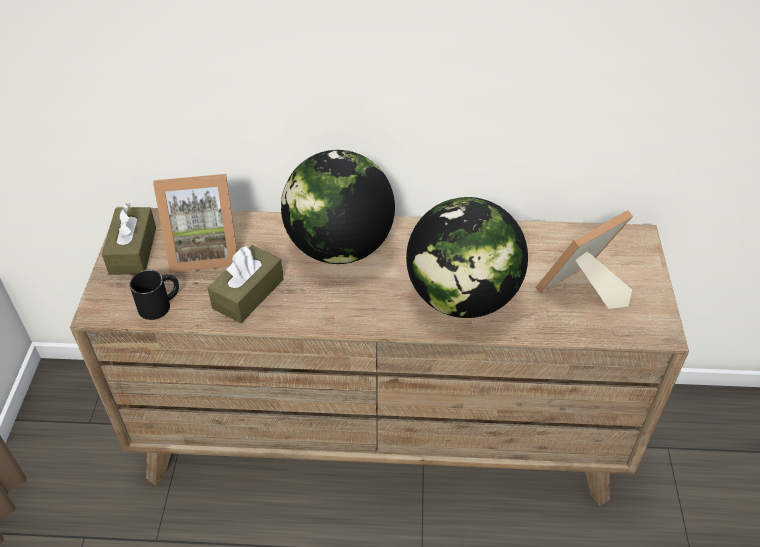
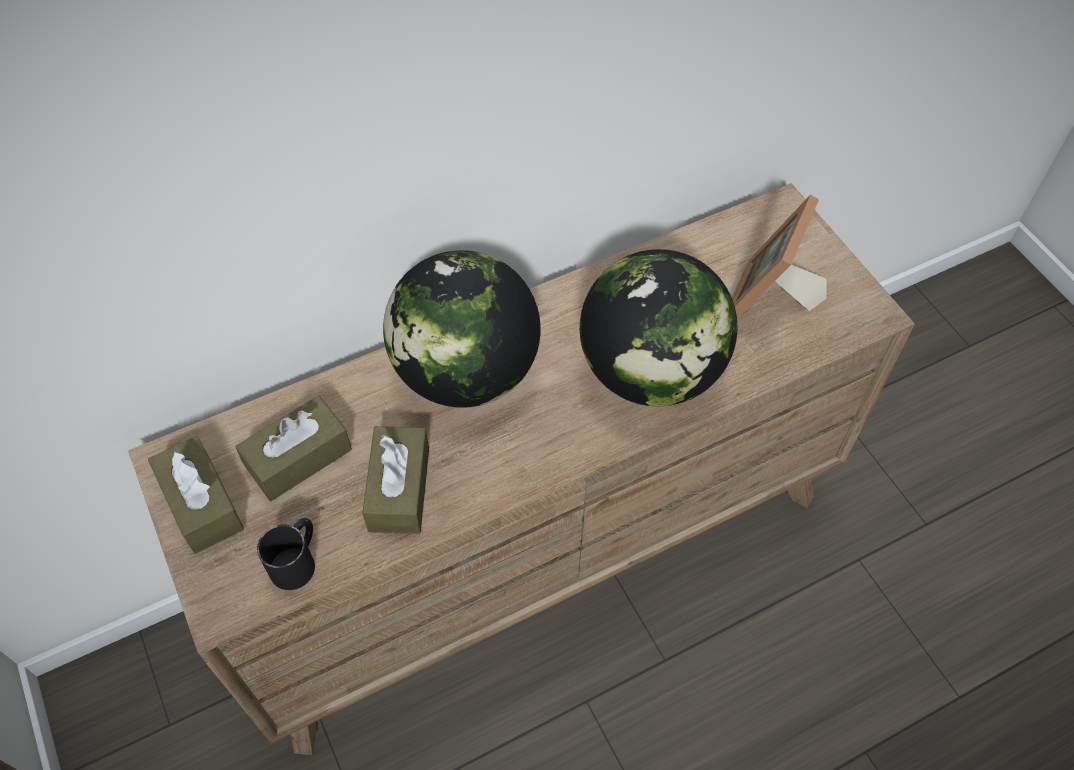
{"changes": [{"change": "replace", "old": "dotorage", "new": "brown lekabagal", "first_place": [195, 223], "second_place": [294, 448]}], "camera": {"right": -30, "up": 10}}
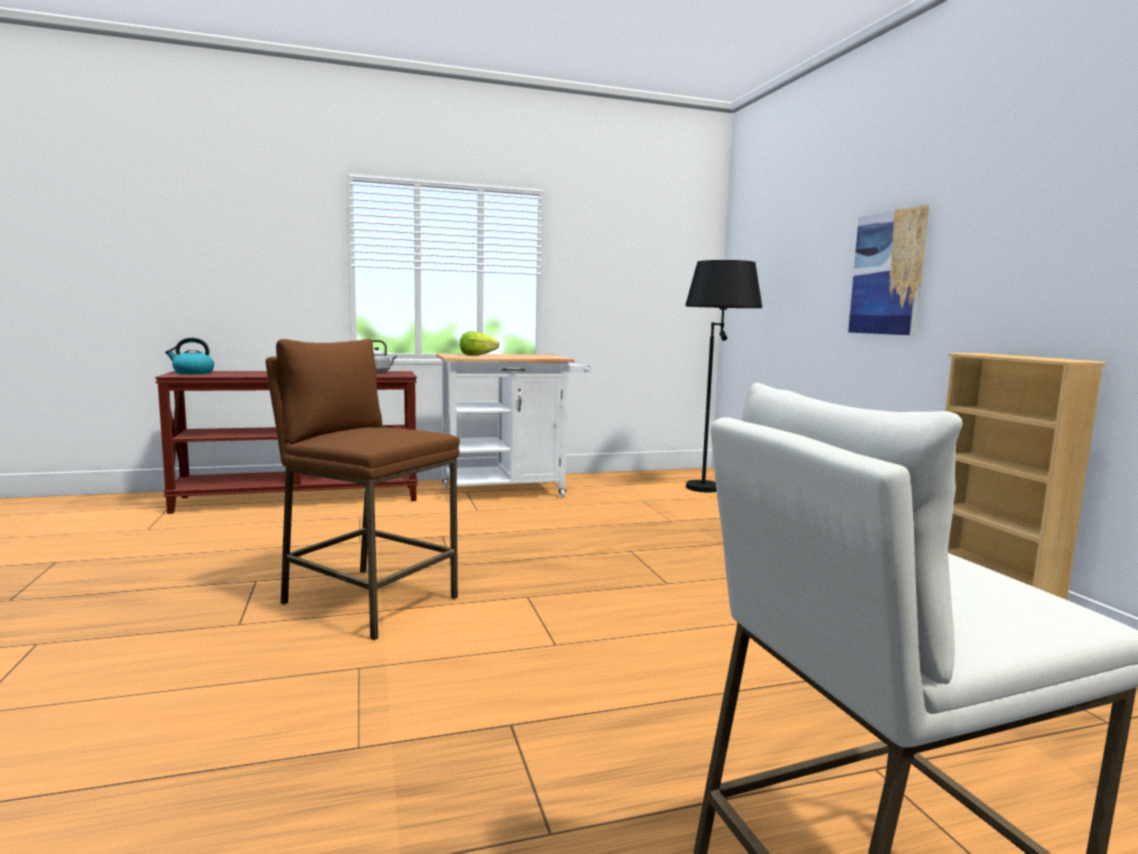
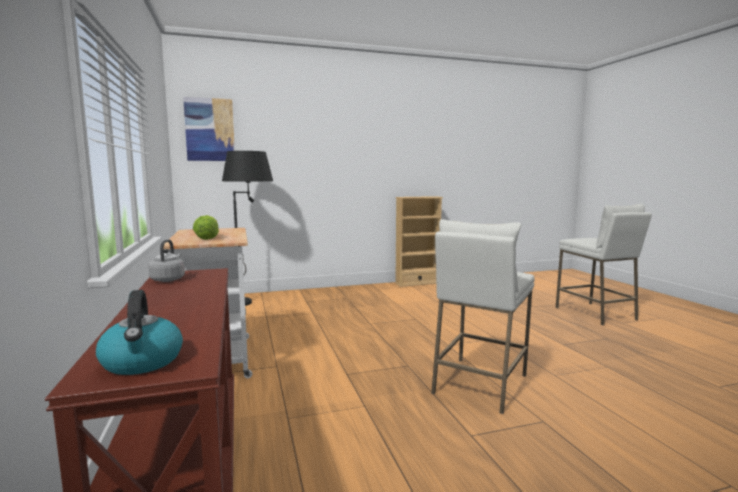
{"changes": [{"change": "move", "old": "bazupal", "first_place": [888, 269], "second_place": [209, 129]}, {"change": "recolor", "old": "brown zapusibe", "new": "white zapusibe", "first_place": [363, 489], "second_place": [482, 316]}], "camera": {"right": -90, "up": 0}}
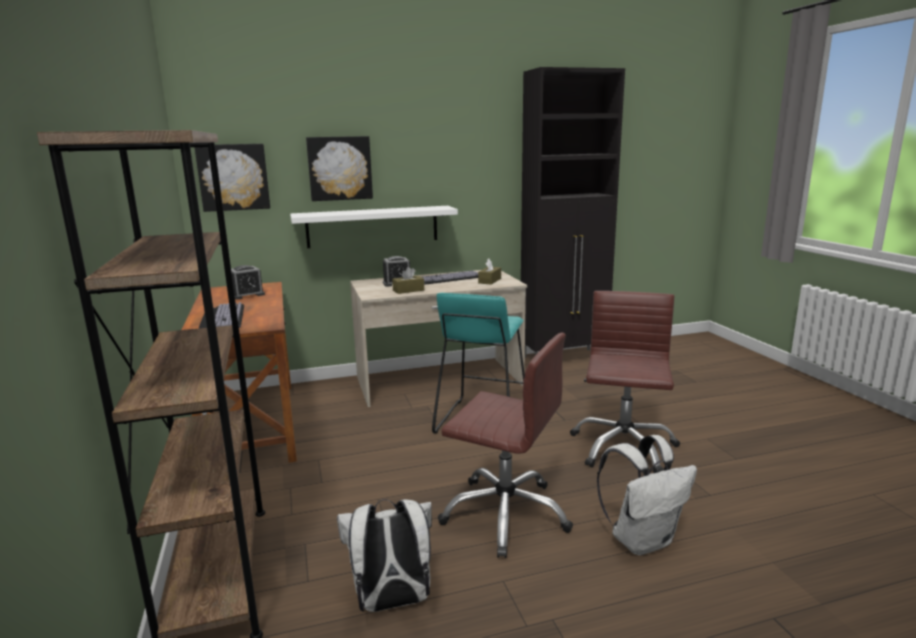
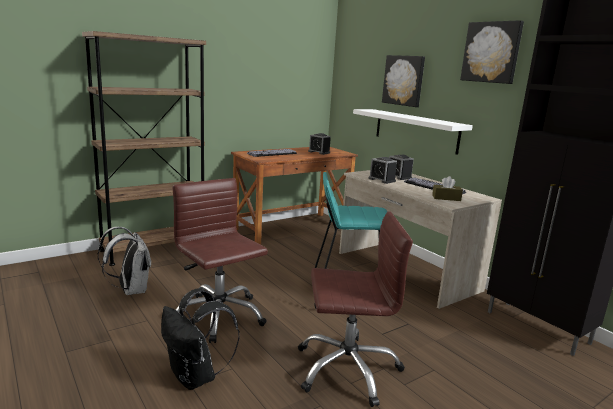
{"changes": [{"change": "move", "old": "bazupal", "first_place": [232, 178], "second_place": [492, 52]}, {"change": "replace", "old": "brown lekabagal", "new": "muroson", "first_place": [408, 280], "second_place": [382, 170]}, {"change": "rotate", "old": "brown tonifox", "first_place": [505, 445], "second_place": [220, 260], "degrees": 135}, {"change": "recolor", "old": "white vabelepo", "new": "black vabelepo", "first_place": [647, 495], "second_place": [200, 339]}], "camera": {"right": 70, "up": 0}}
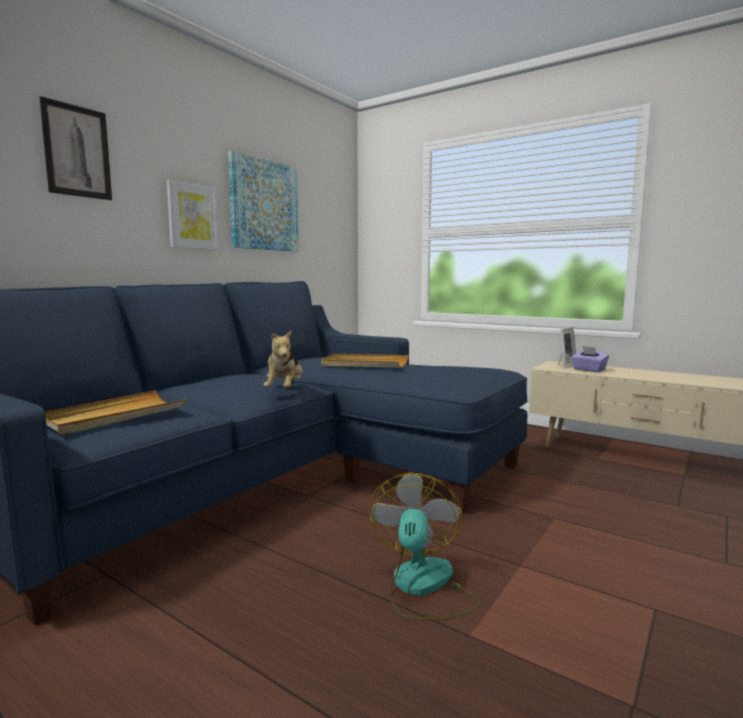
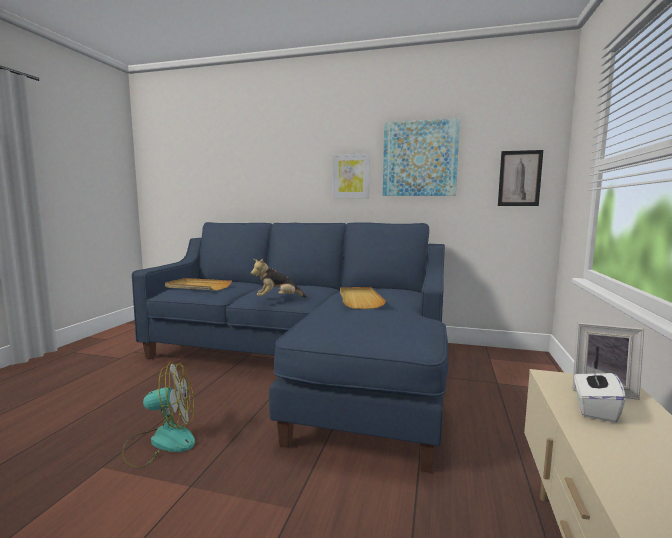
{"changes": [{"change": "move", "old": "bazupal", "first_place": [75, 148], "second_place": [520, 178]}, {"change": "recolor", "old": "purple lekabagal", "new": "white lekabagal", "first_place": [590, 359], "second_place": [600, 393]}], "camera": {"right": 70, "up": 0}}
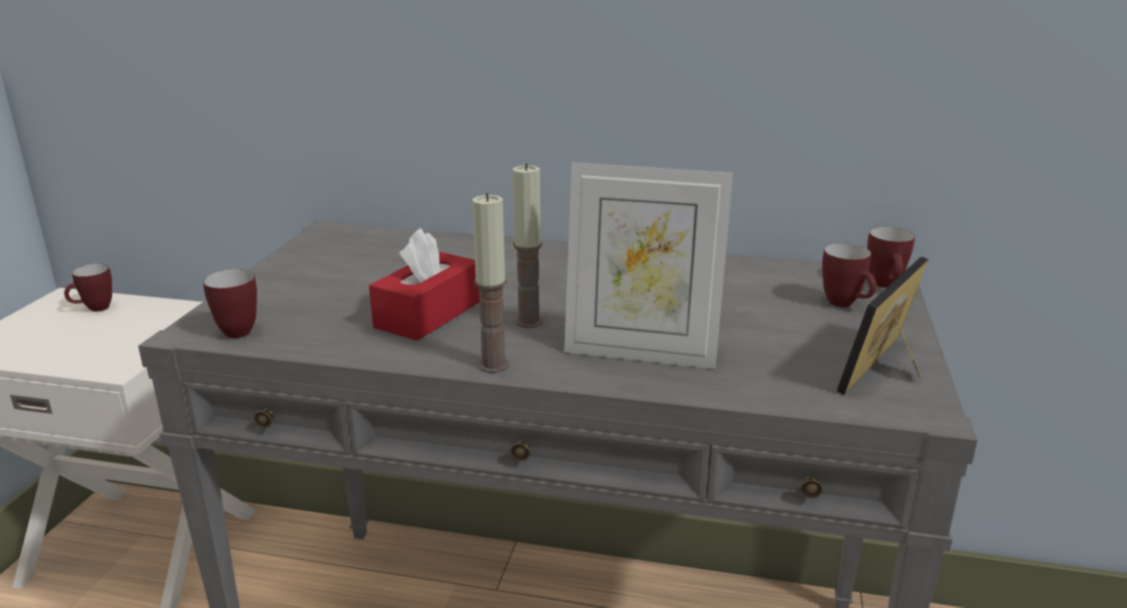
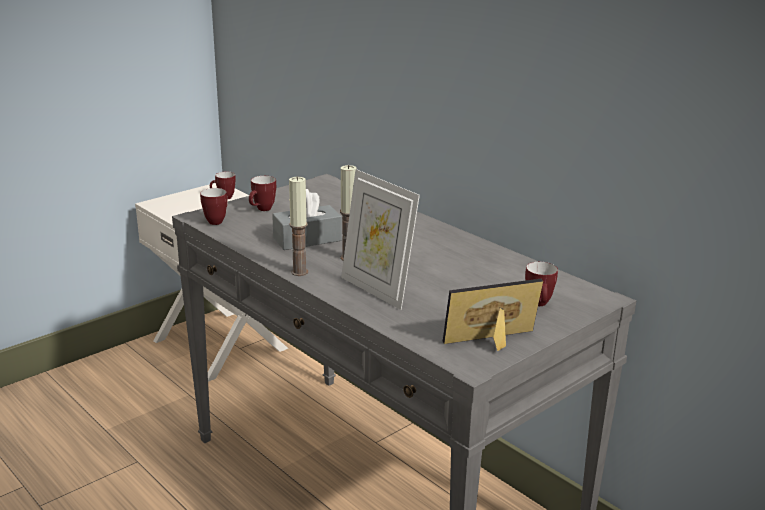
{"changes": [{"change": "move", "old": "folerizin", "first_place": [891, 257], "second_place": [262, 193]}, {"change": "recolor", "old": "red lekabagal", "new": "grey lekabagal", "first_place": [424, 284], "second_place": [307, 219]}], "camera": {"right": 35, "up": 0}}
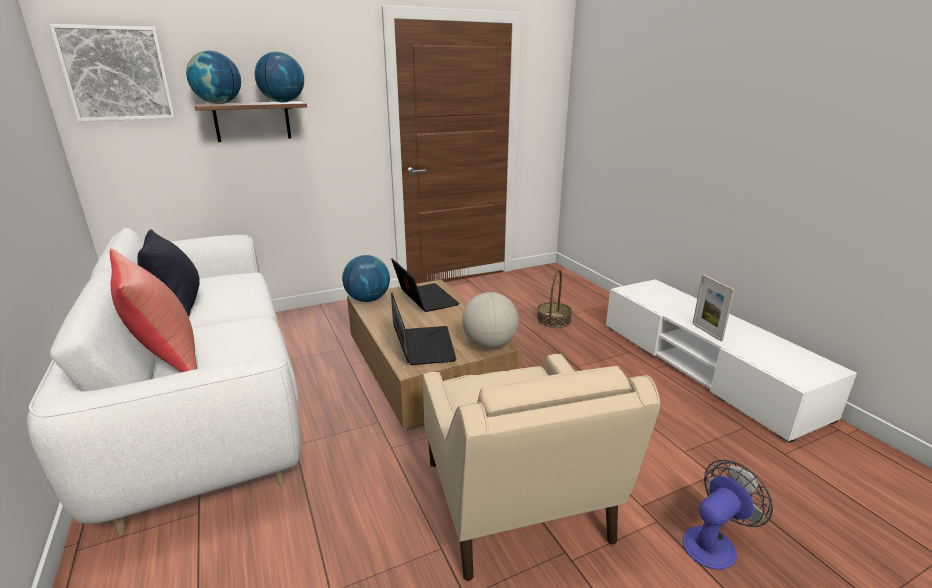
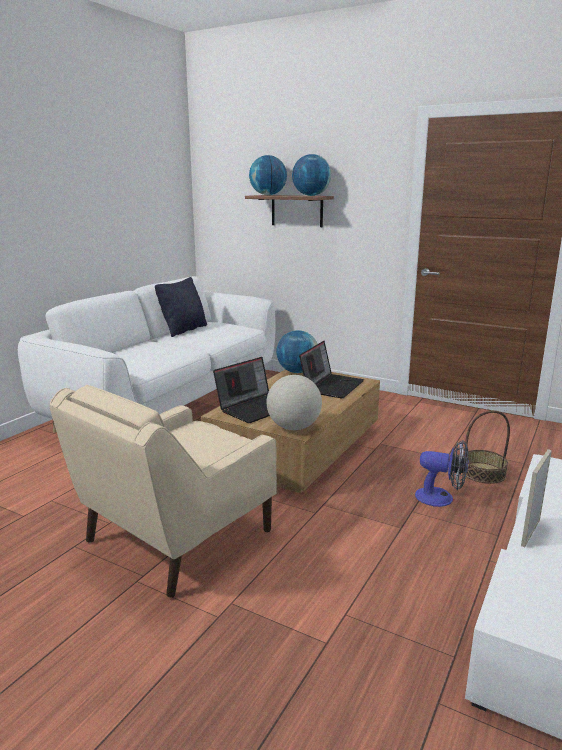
{"changes": [{"change": "delete", "old": "bazupal", "first_place": [112, 73]}, {"change": "delete", "old": "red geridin", "first_place": [153, 310]}, {"change": "move", "old": "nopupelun", "first_place": [728, 515], "second_place": [442, 473]}], "camera": {"right": 55, "up": -5}}
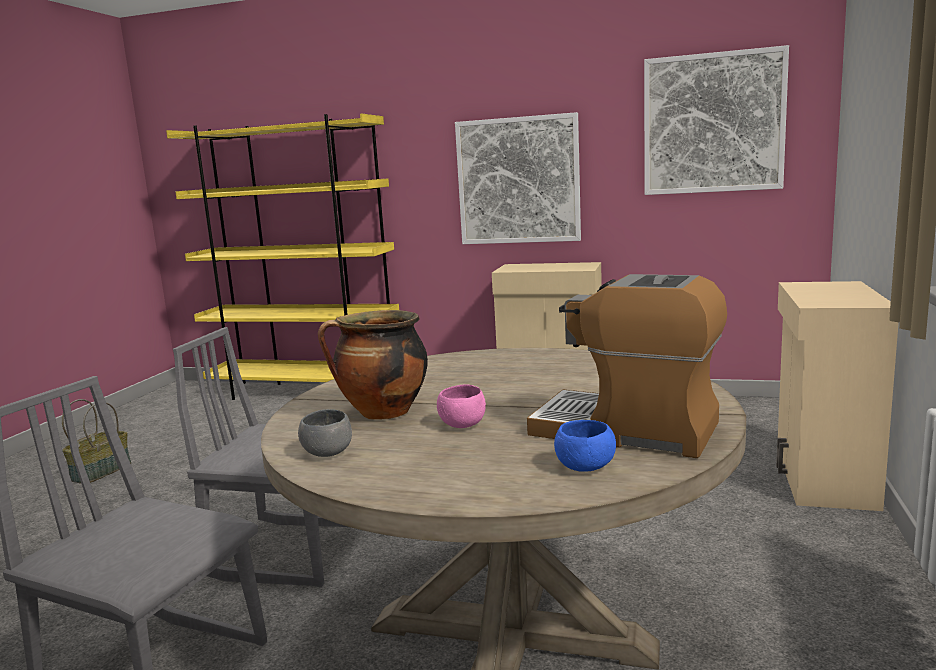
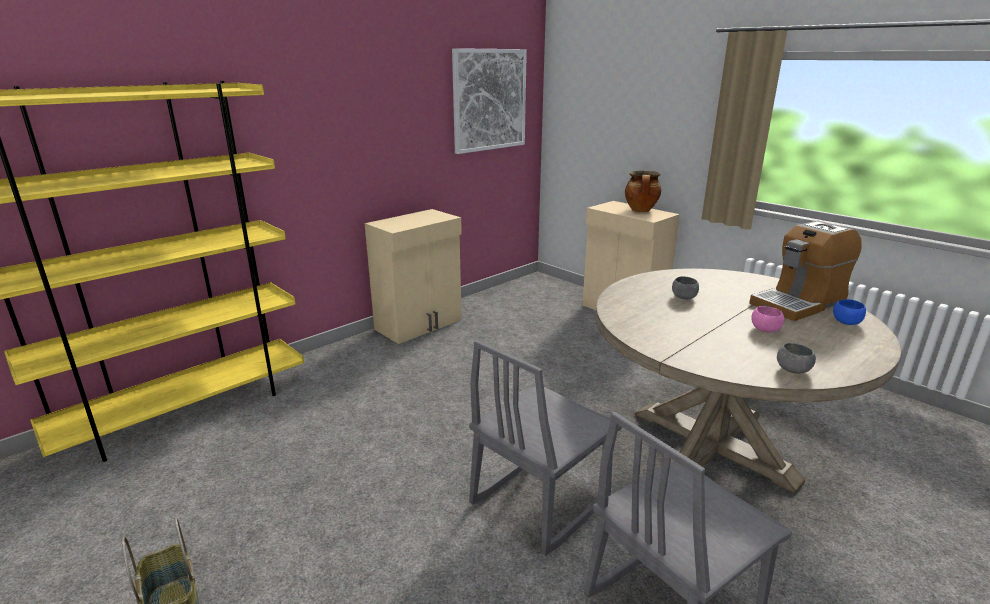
{"changes": [{"change": "delete", "old": "bazupal", "first_place": [518, 178]}, {"change": "move", "old": "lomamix", "first_place": [373, 365], "second_place": [643, 191]}, {"change": "insert", "new": "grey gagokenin", "second_place": [685, 287]}], "camera": {"right": -60, "up": 10}}
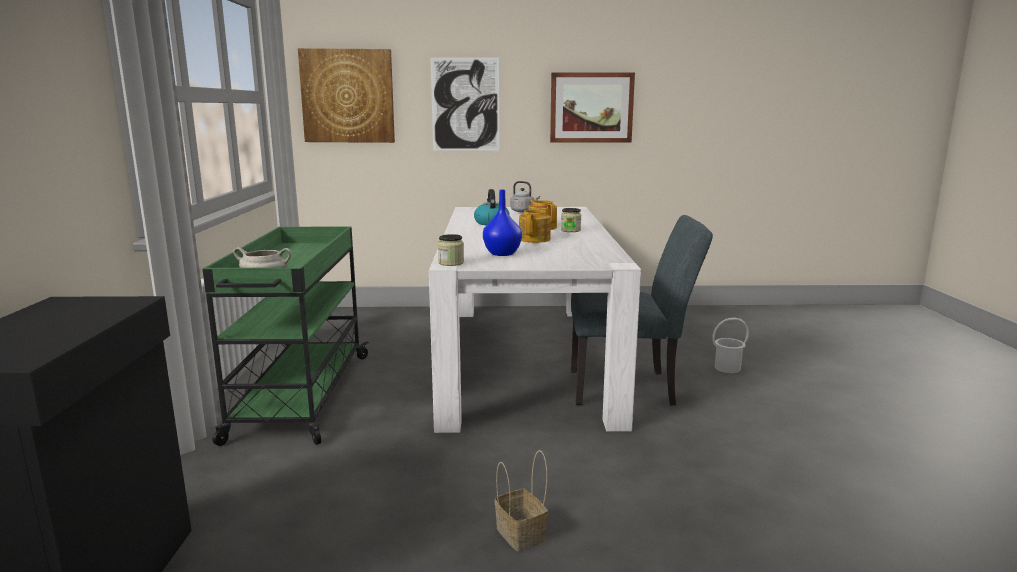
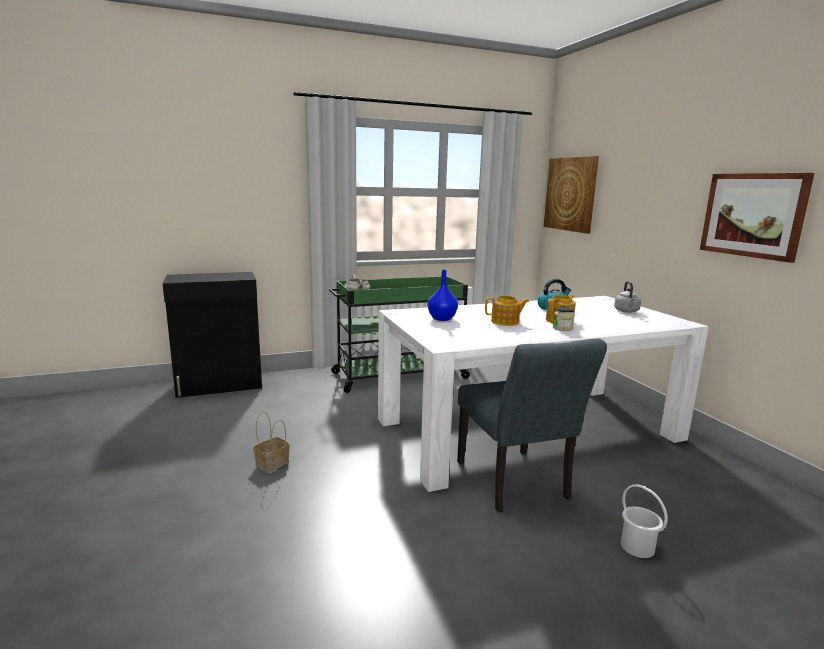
{"changes": [{"change": "delete", "old": "bazupal", "first_place": [464, 103]}, {"change": "delete", "old": "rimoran", "first_place": [451, 250]}], "camera": {"right": 70, "up": 0}}
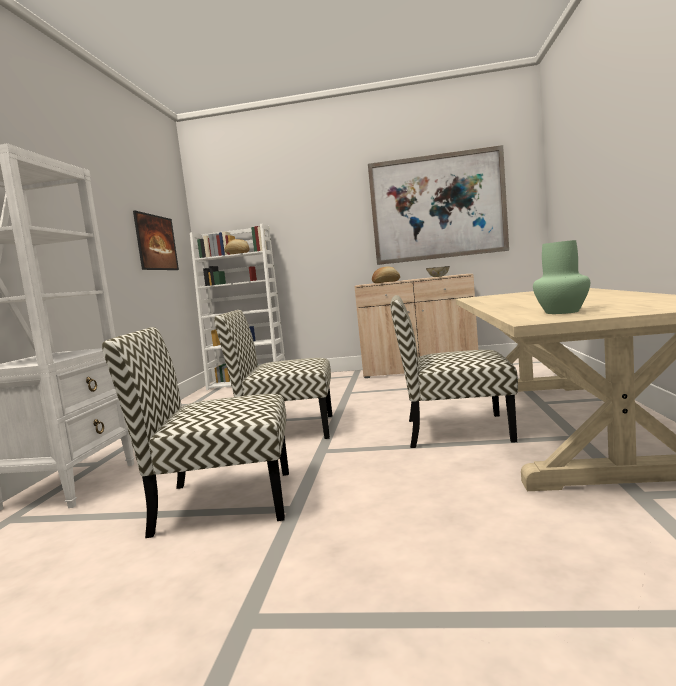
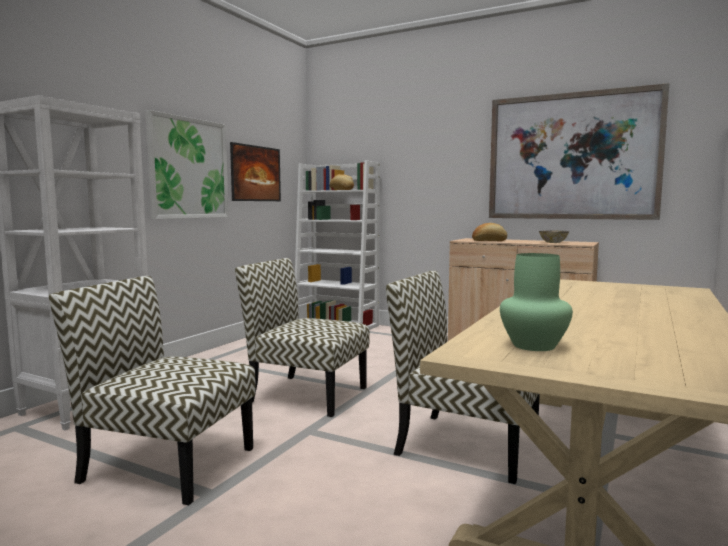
{"changes": [{"change": "insert", "new": "bazupal", "second_place": [187, 164]}], "camera": {"right": 20, "up": 0}}
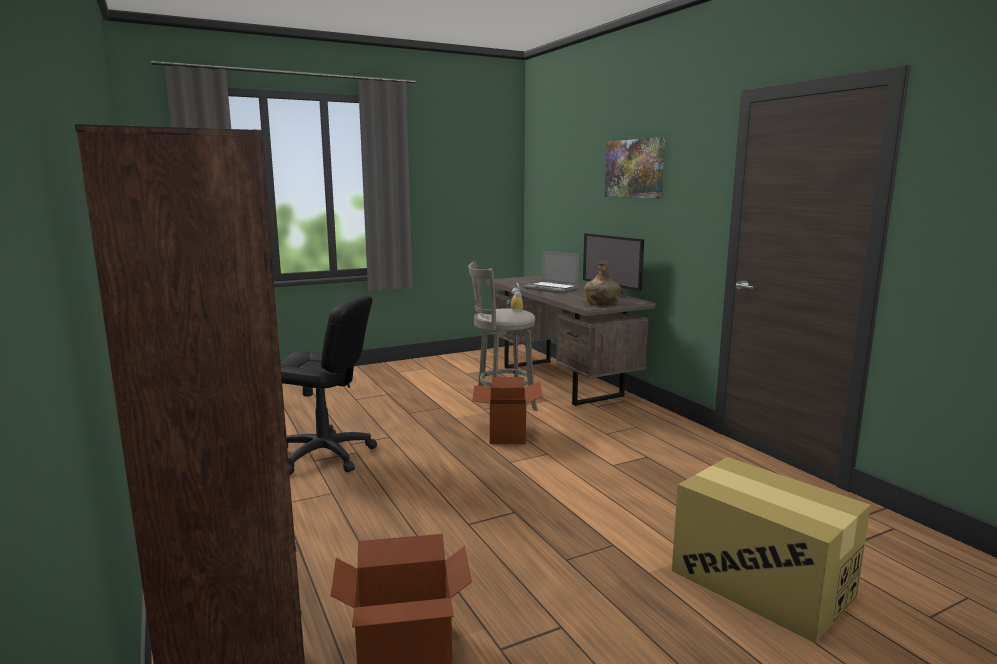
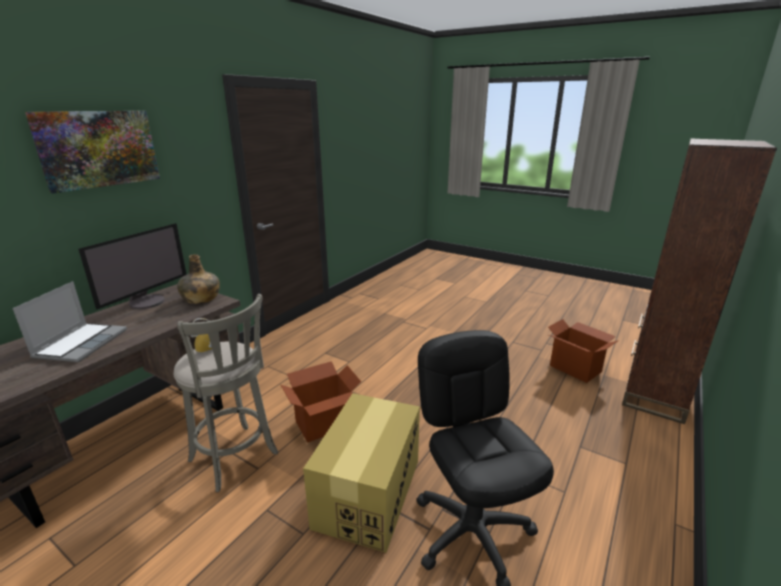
{"changes": [{"change": "move", "old": "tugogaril", "first_place": [771, 550], "second_place": [361, 473]}], "camera": {"right": -120, "up": 10}}
